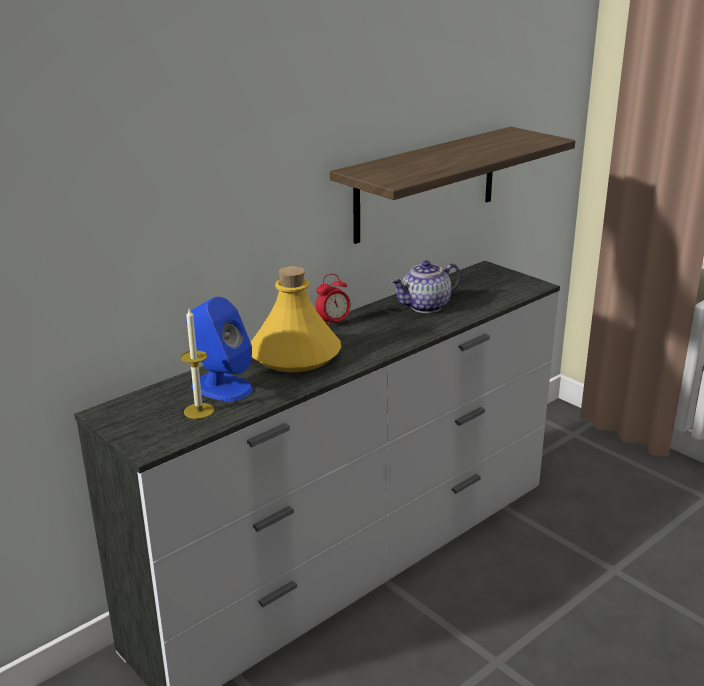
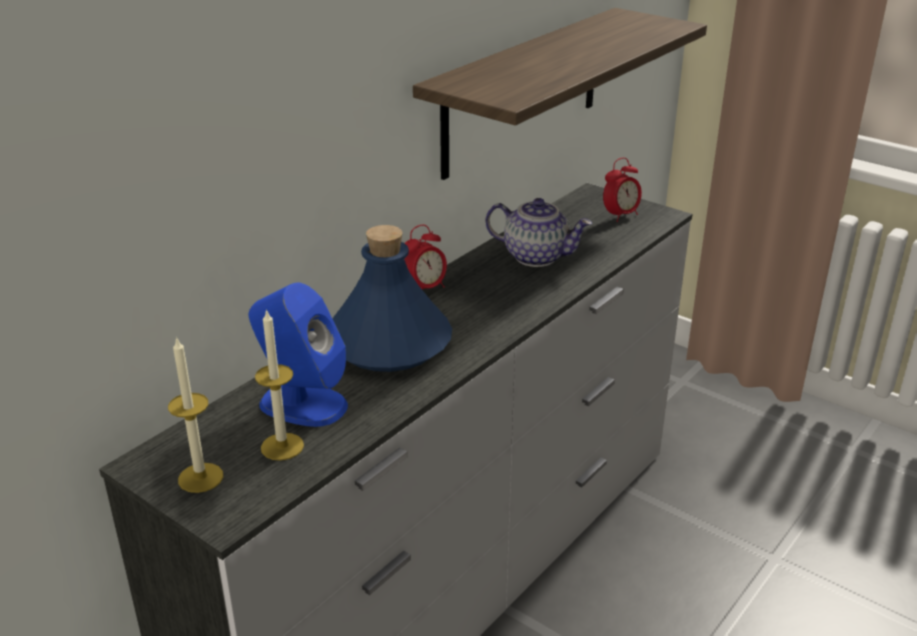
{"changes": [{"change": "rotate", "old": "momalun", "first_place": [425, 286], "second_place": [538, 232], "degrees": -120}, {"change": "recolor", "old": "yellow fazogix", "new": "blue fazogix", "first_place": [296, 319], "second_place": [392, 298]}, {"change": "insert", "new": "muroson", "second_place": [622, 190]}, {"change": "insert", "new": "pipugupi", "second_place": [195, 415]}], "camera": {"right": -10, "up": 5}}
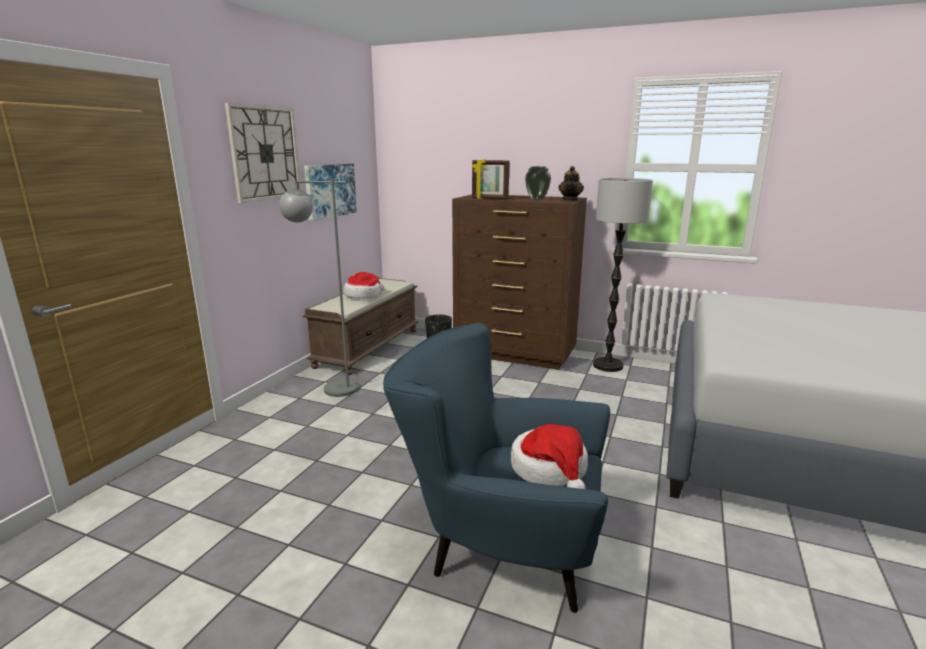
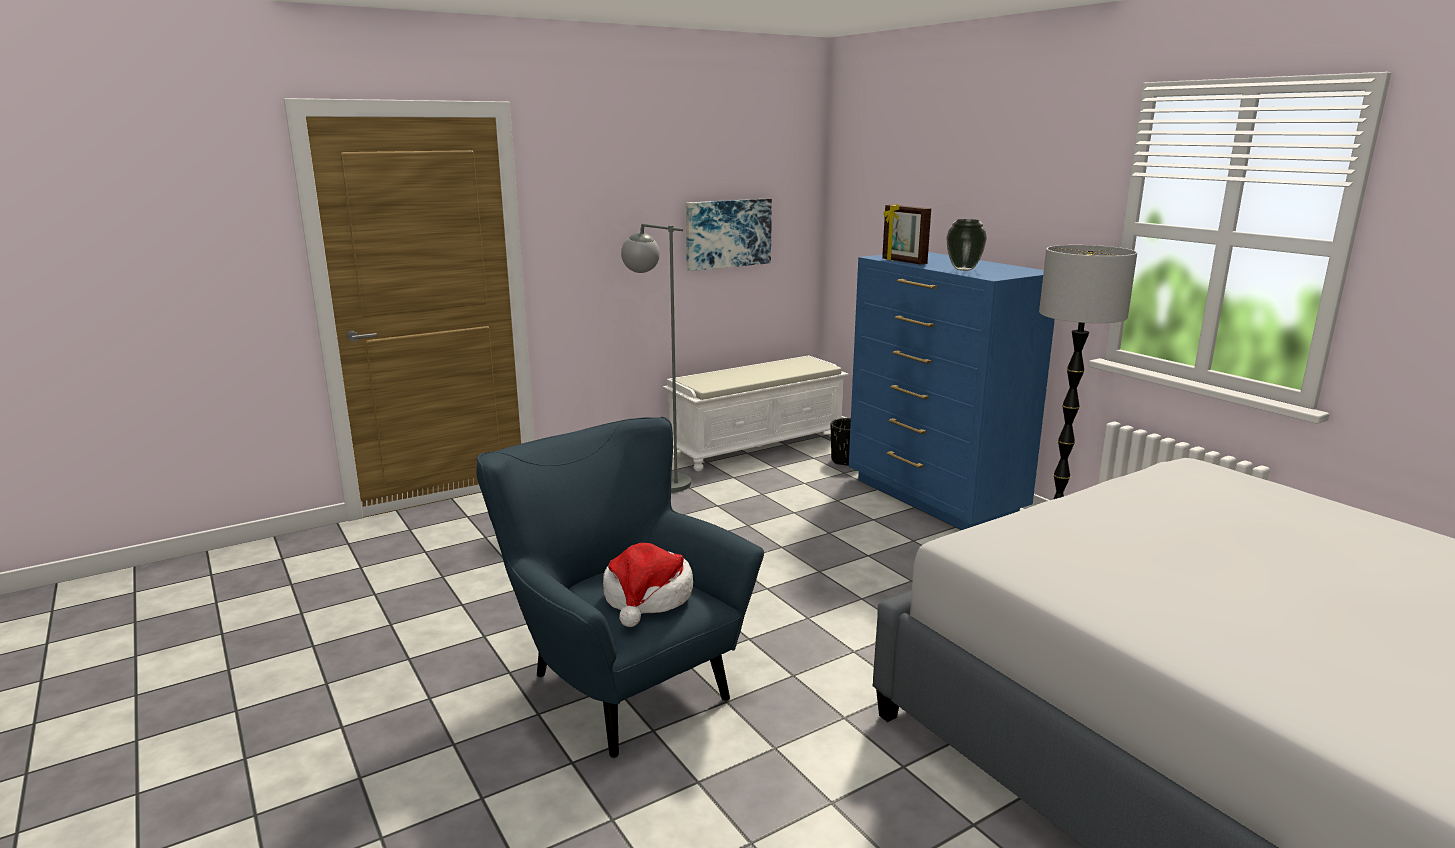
{"changes": [{"change": "delete", "old": "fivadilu", "first_place": [263, 153]}, {"change": "delete", "old": "momalun", "first_place": [571, 183]}, {"change": "recolor", "old": "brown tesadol", "new": "blue tesadol", "first_place": [519, 282], "second_place": [952, 391]}, {"change": "delete", "old": "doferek", "first_place": [364, 285]}, {"change": "recolor", "old": "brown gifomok", "new": "white gifomok", "first_place": [360, 326], "second_place": [756, 413]}], "camera": {"right": 35, "up": 0}}
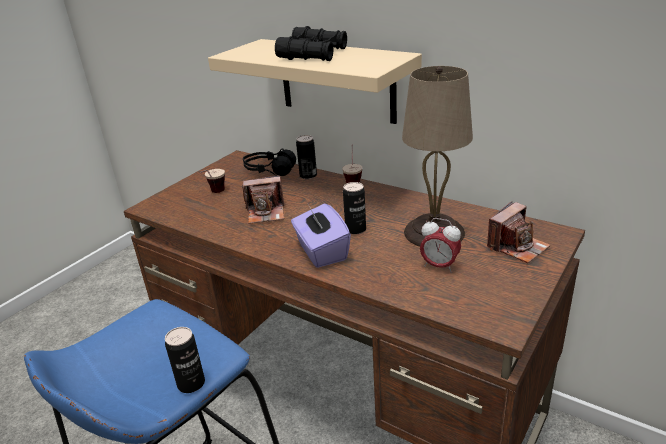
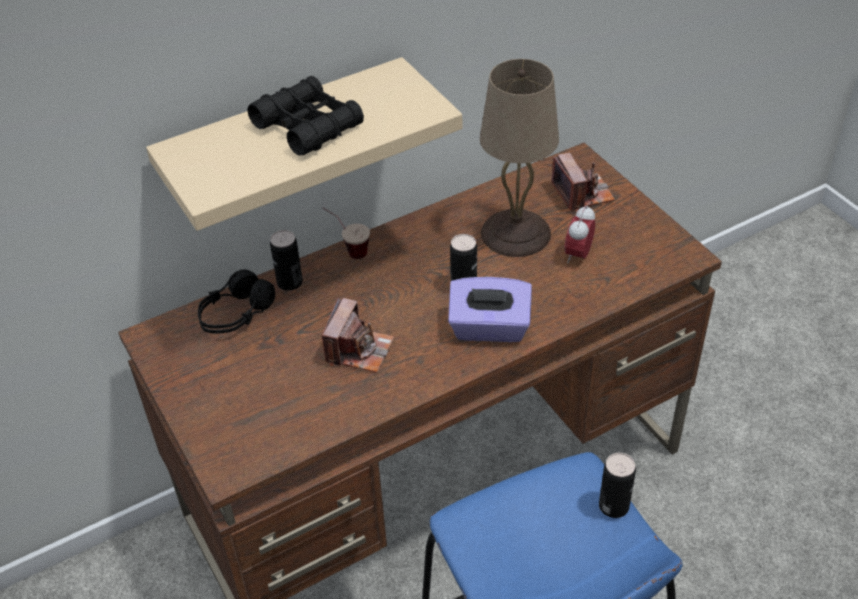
{"changes": [{"change": "delete", "old": "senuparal", "first_place": [213, 181]}, {"change": "rotate", "old": "muroson", "first_place": [440, 245], "second_place": [579, 234], "degrees": 150}], "camera": {"right": -65, "up": 15}}
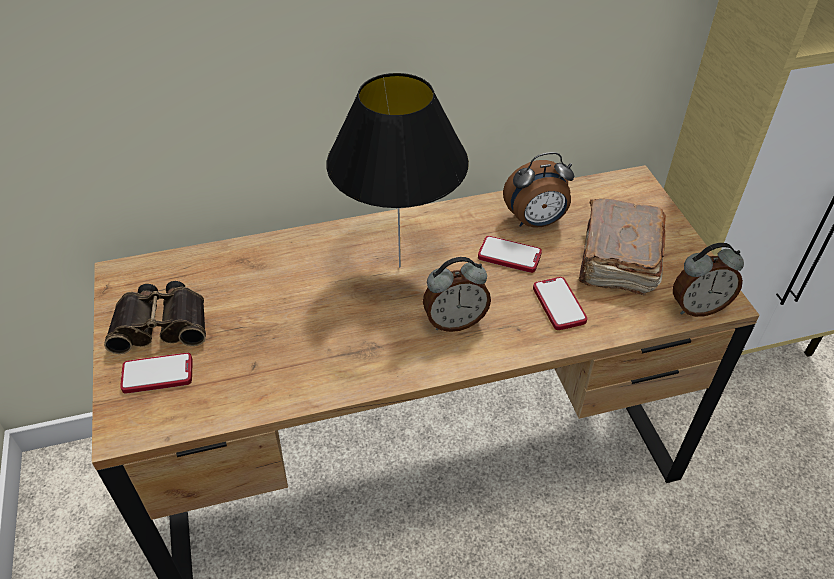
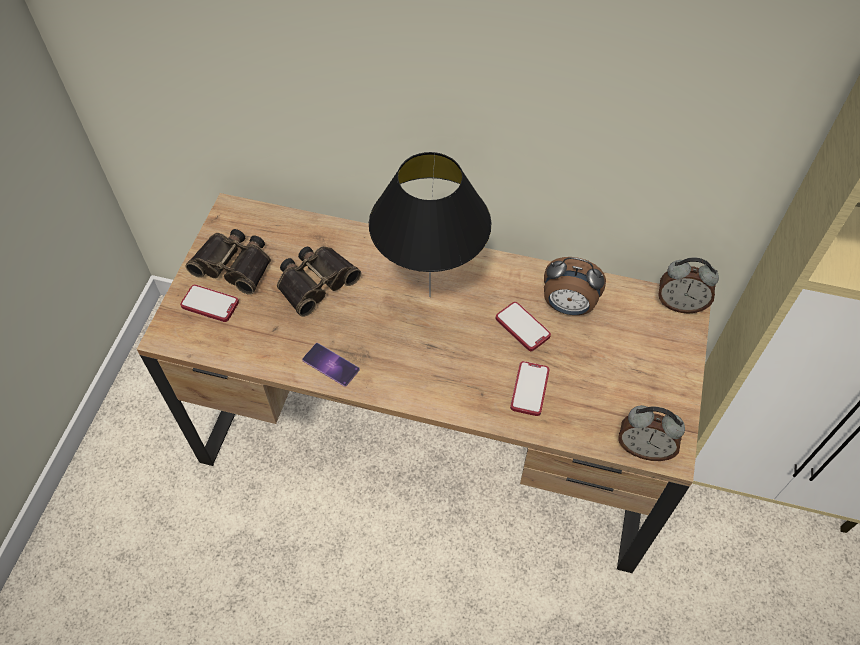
{"changes": [{"change": "delete", "old": "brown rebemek", "first_place": [622, 247]}, {"change": "move", "old": "muroson", "first_place": [457, 294], "second_place": [688, 286]}, {"change": "insert", "new": "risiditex", "second_place": [319, 281]}, {"change": "insert", "new": "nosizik", "second_place": [331, 365]}], "camera": {"right": 30, "up": 10}}
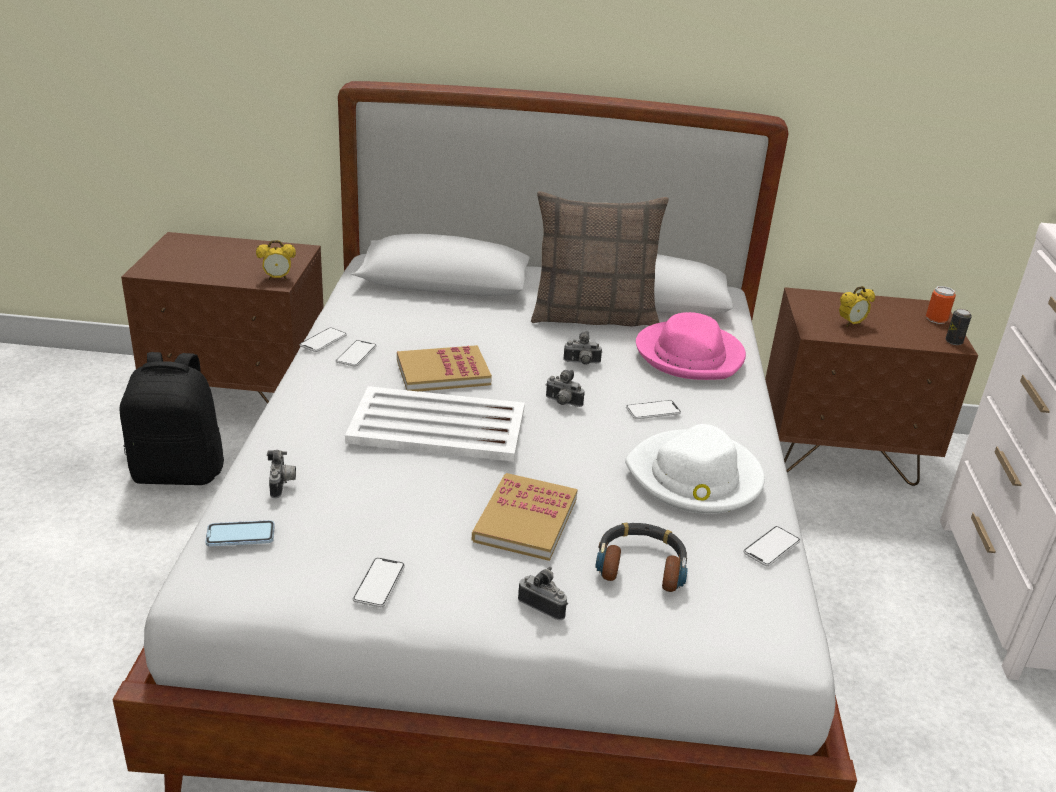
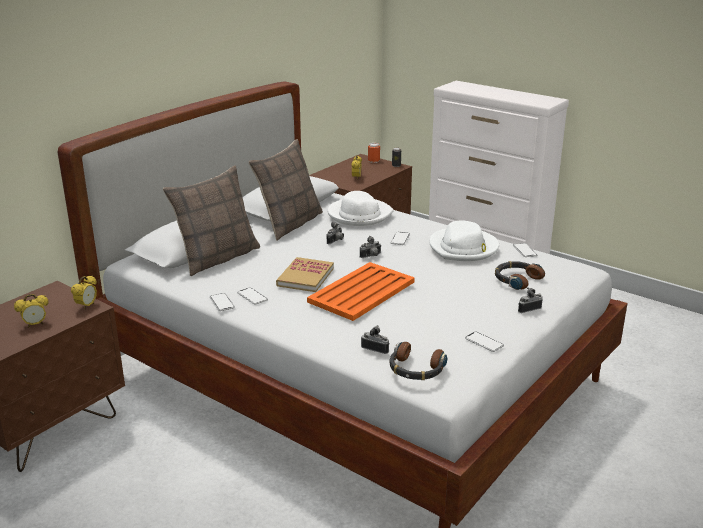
{"changes": [{"change": "recolor", "old": "pink doferek", "new": "white doferek", "first_place": [691, 346], "second_place": [360, 208]}, {"change": "delete", "old": "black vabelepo", "first_place": [171, 418]}, {"change": "recolor", "old": "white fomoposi", "new": "orange fomoposi", "first_place": [435, 424], "second_place": [361, 291]}, {"change": "delete", "old": "rebemek", "first_place": [525, 517]}, {"change": "replace", "old": "nosizik", "new": "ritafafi", "first_place": [240, 533], "second_place": [418, 361]}, {"change": "insert", "new": "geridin", "second_place": [211, 220]}, {"change": "insert", "new": "muroson", "second_place": [31, 311]}], "camera": {"right": -55, "up": -5}}
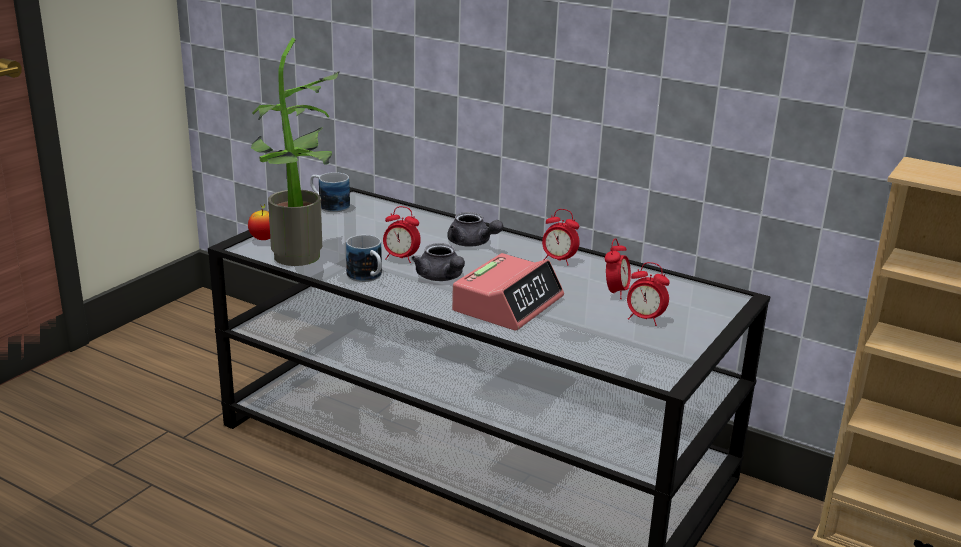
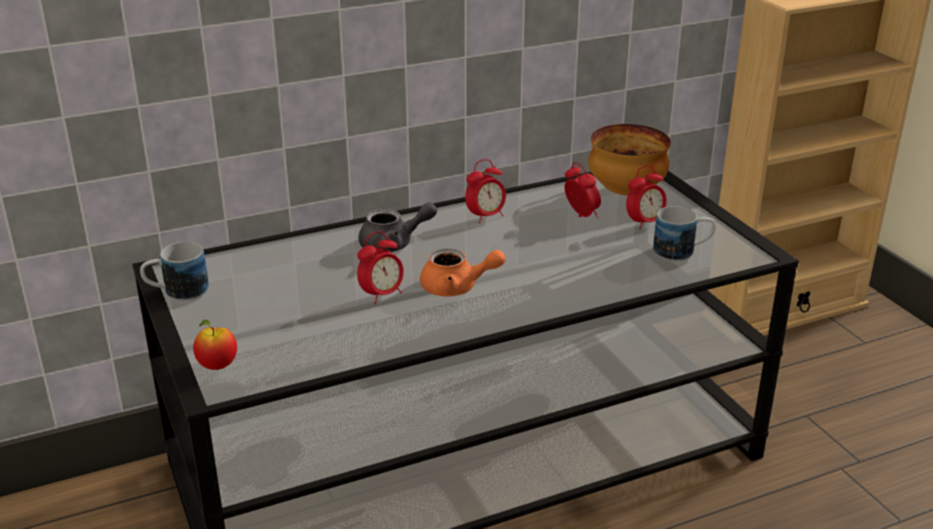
{"changes": [{"change": "delete", "old": "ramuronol", "first_place": [295, 151]}, {"change": "move", "old": "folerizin", "first_place": [364, 258], "second_place": [684, 233]}, {"change": "recolor", "old": "grey momalun", "new": "orange momalun", "first_place": [438, 262], "second_place": [463, 272]}, {"change": "delete", "old": "muroson", "first_place": [508, 291]}, {"change": "insert", "new": "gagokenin", "second_place": [629, 159]}], "camera": {"right": -55, "up": 5}}
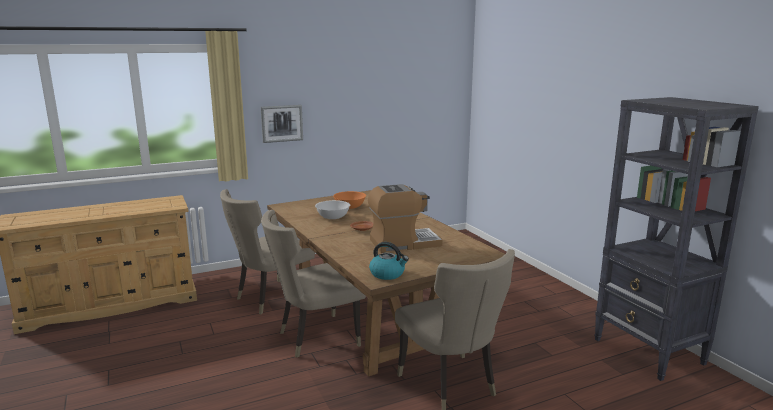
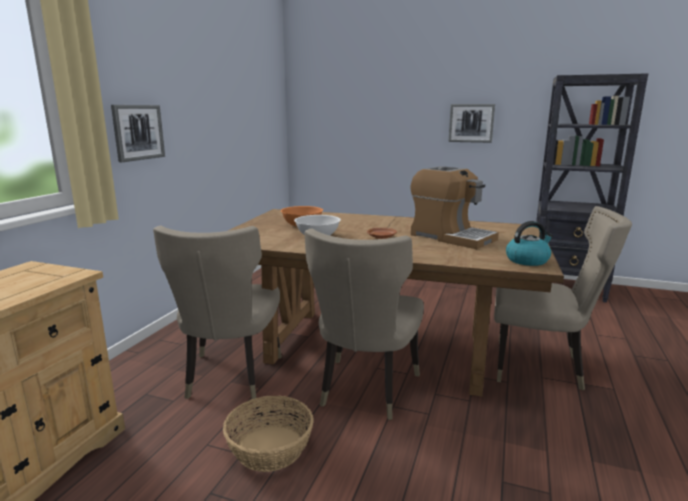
{"changes": [{"change": "rotate", "old": "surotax", "first_place": [405, 218], "second_place": [455, 207], "degrees": 105}, {"change": "insert", "new": "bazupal", "second_place": [471, 123]}, {"change": "insert", "new": "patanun", "second_place": [268, 434]}], "camera": {"right": -45, "up": 0}}
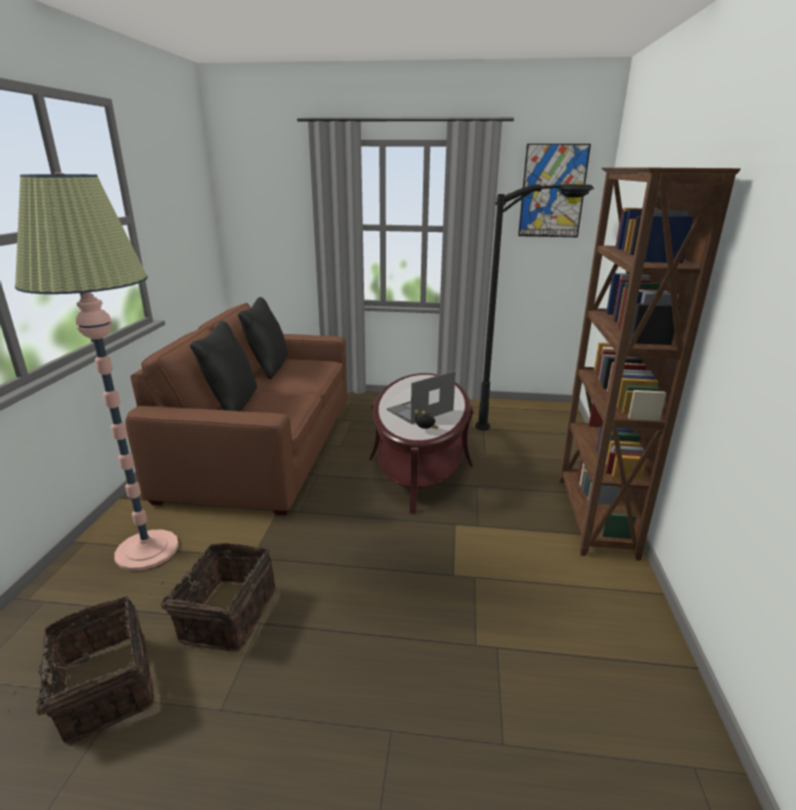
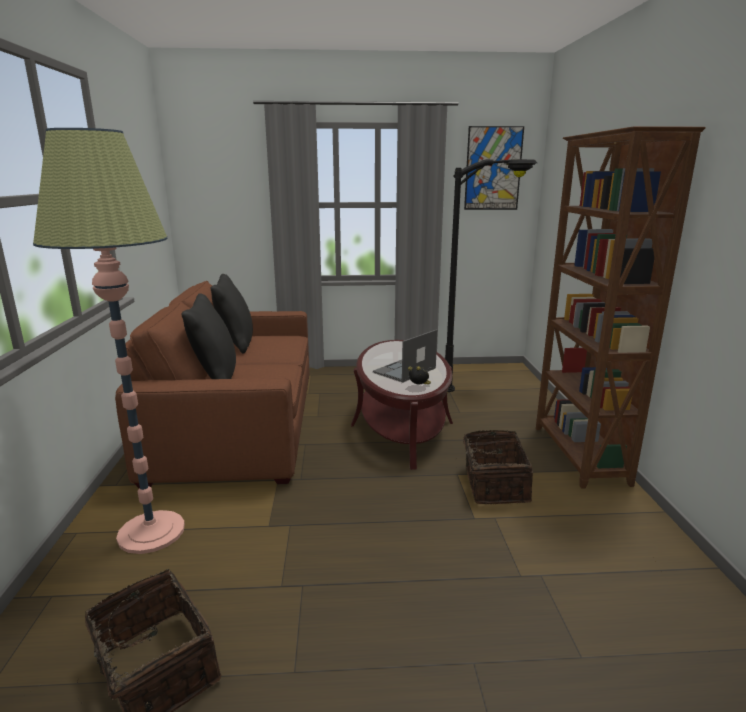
{"changes": [{"change": "move", "old": "patanun", "first_place": [212, 597], "second_place": [494, 467]}], "camera": {"right": -10, "up": -5}}
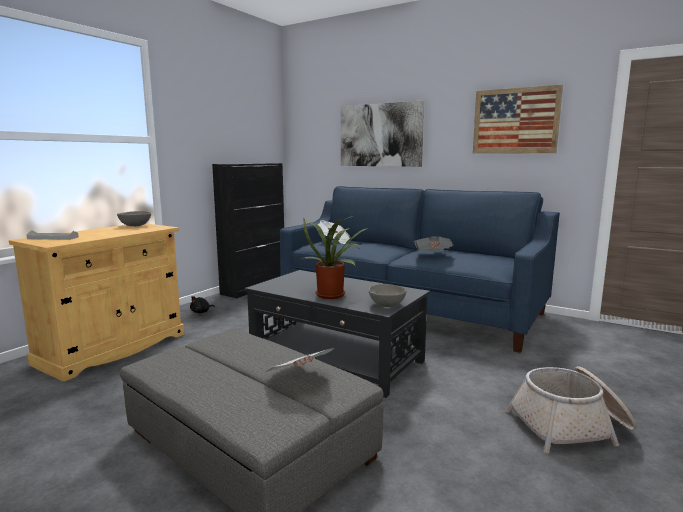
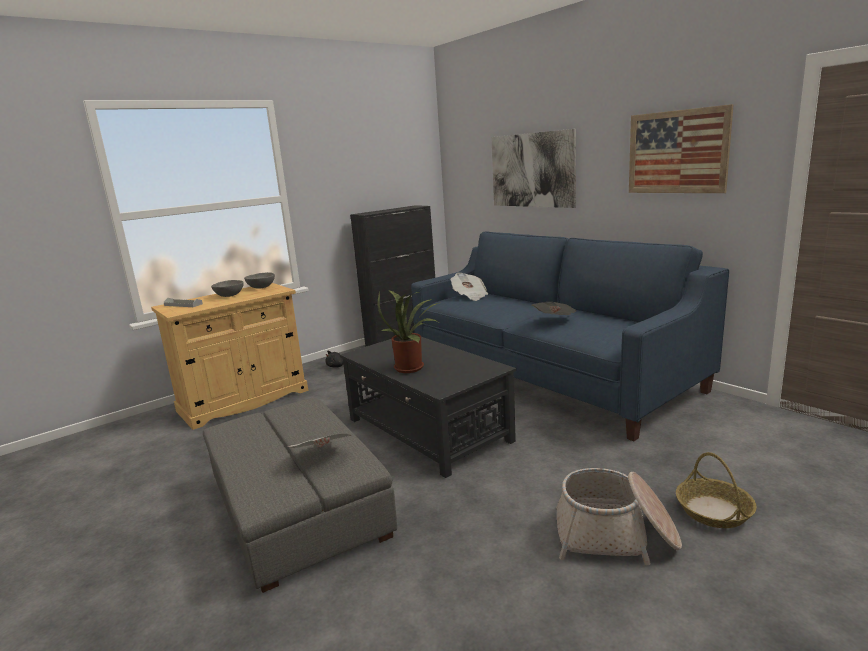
{"changes": [{"change": "move", "old": "grey gagokenin", "first_place": [387, 295], "second_place": [227, 288]}, {"change": "insert", "new": "patanun", "second_place": [716, 490]}], "camera": {"right": 20, "up": 5}}
